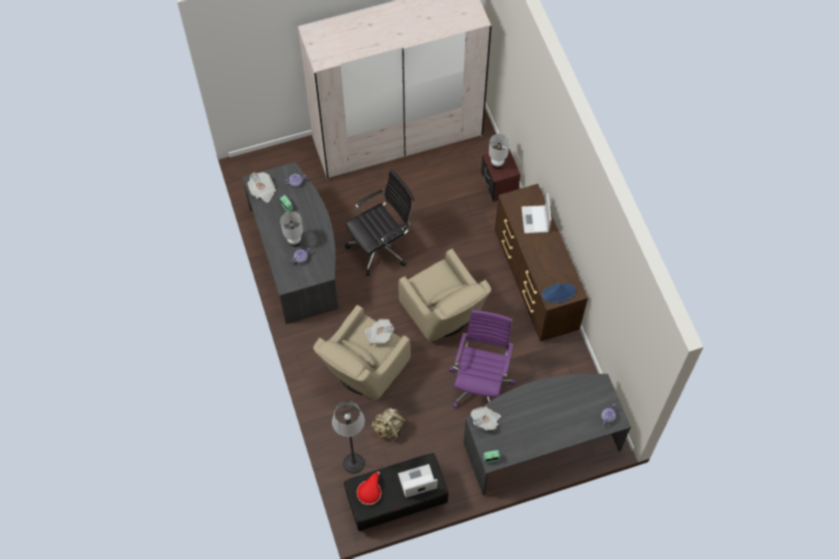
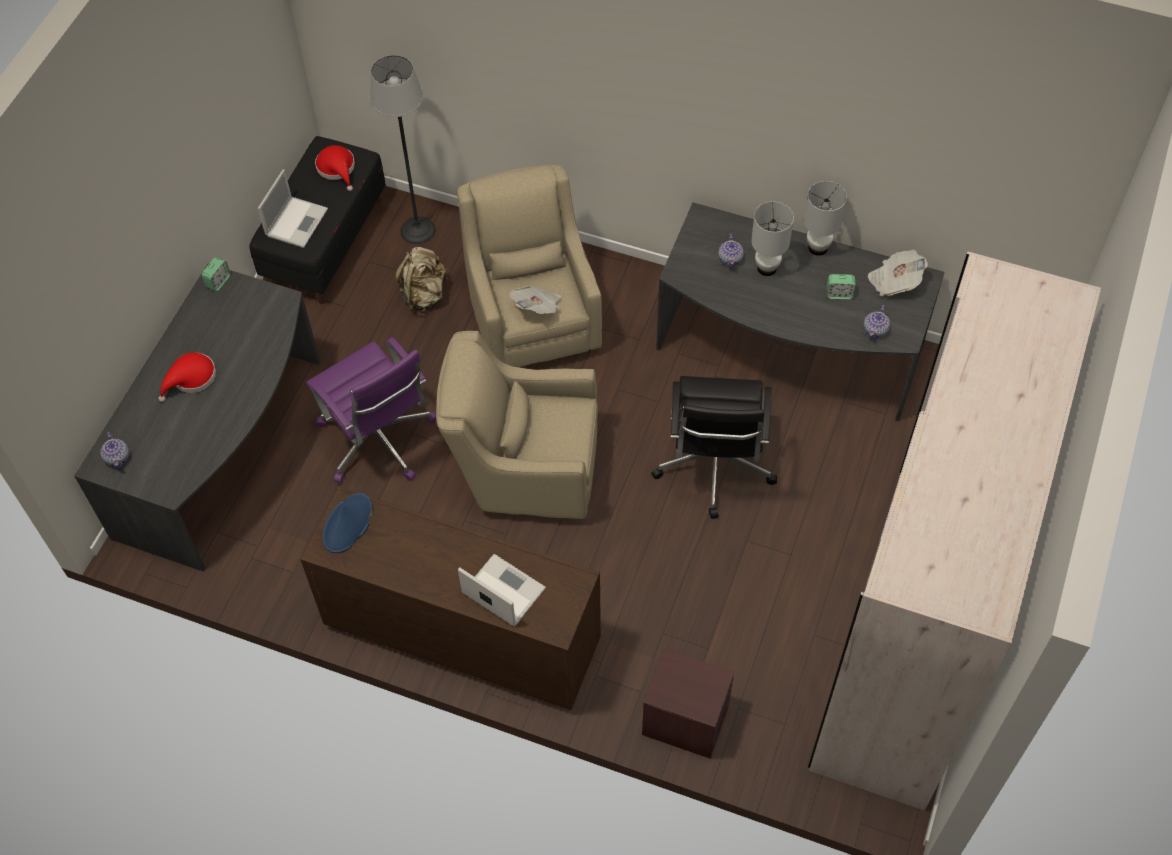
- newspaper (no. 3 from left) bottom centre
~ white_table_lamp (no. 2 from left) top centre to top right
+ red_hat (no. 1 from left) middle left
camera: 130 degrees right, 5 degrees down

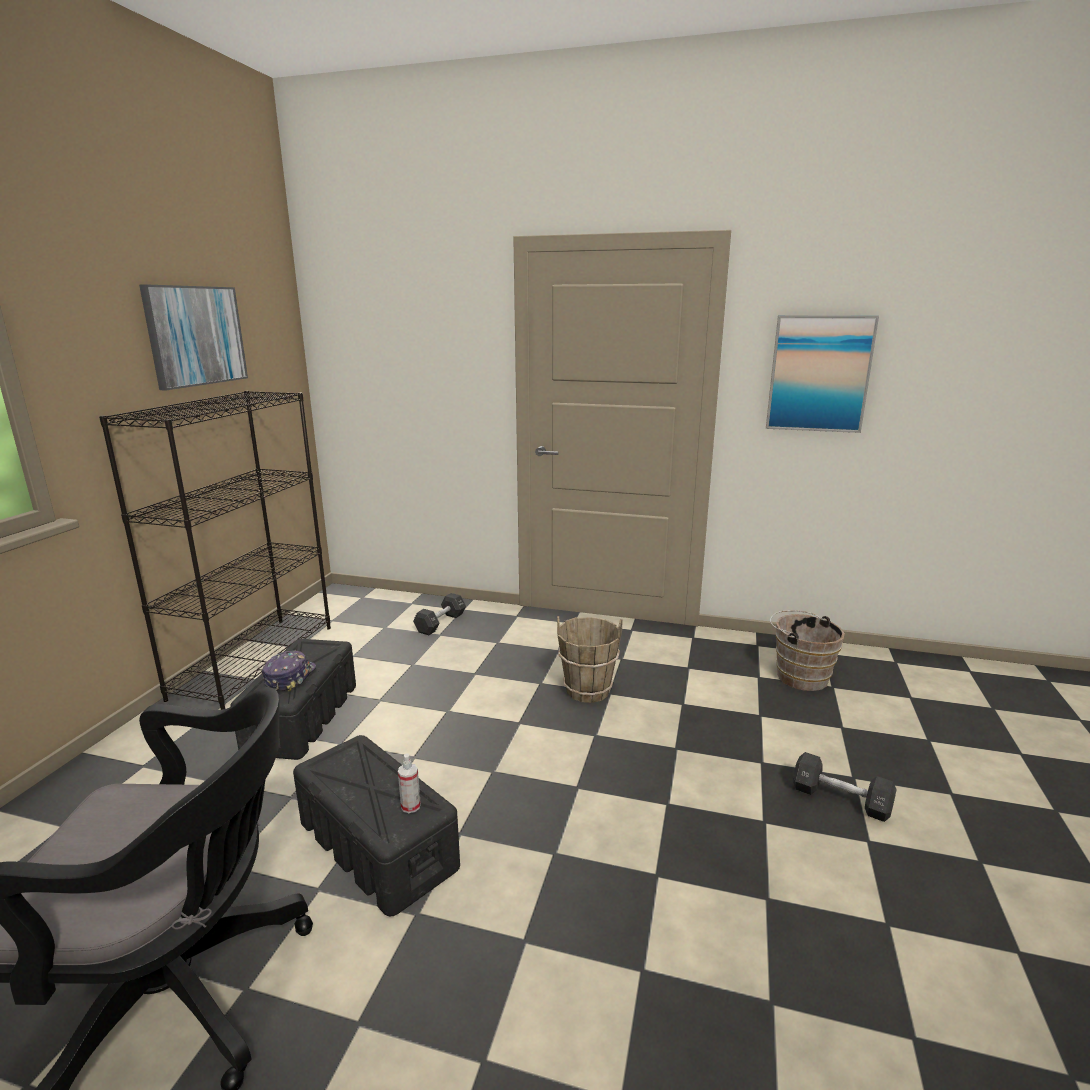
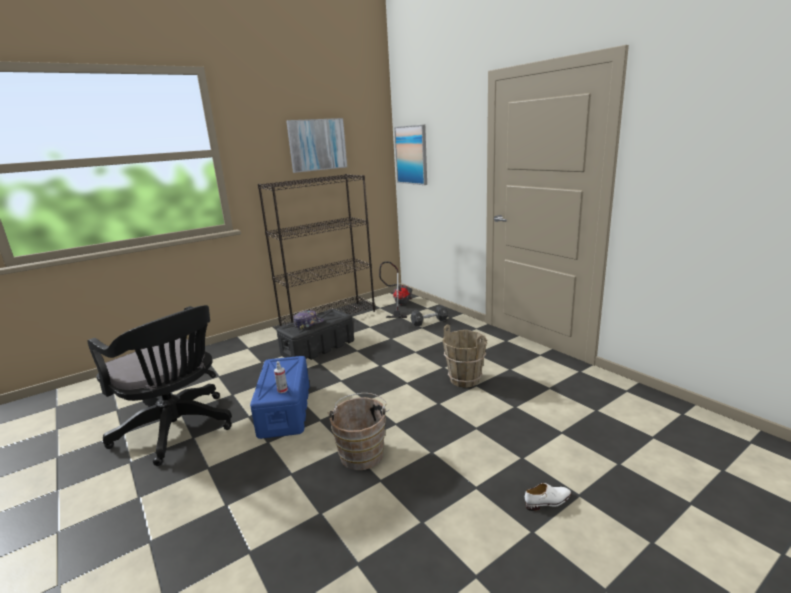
~ black_storage_box (no. 2 from left) bottom centre to blue_storage_box bottom centre
~ picture (no. 2 from left) middle right to top centre
~ brown_bucket (no. 2 from left in the first image) middle right to brown_bucket (no. 1 from left) bottom centre
~ black_dumbbell (no. 2 from left) bottom right to white_shoe bottom right
+ vacuum_cleaner centre
camera: 40 degrees right, 0 degrees up

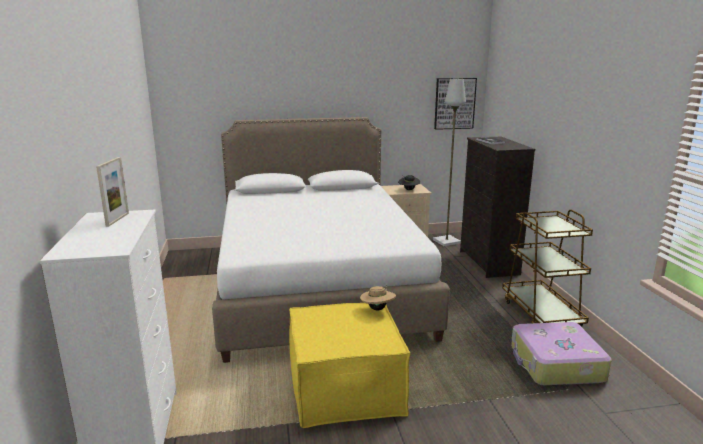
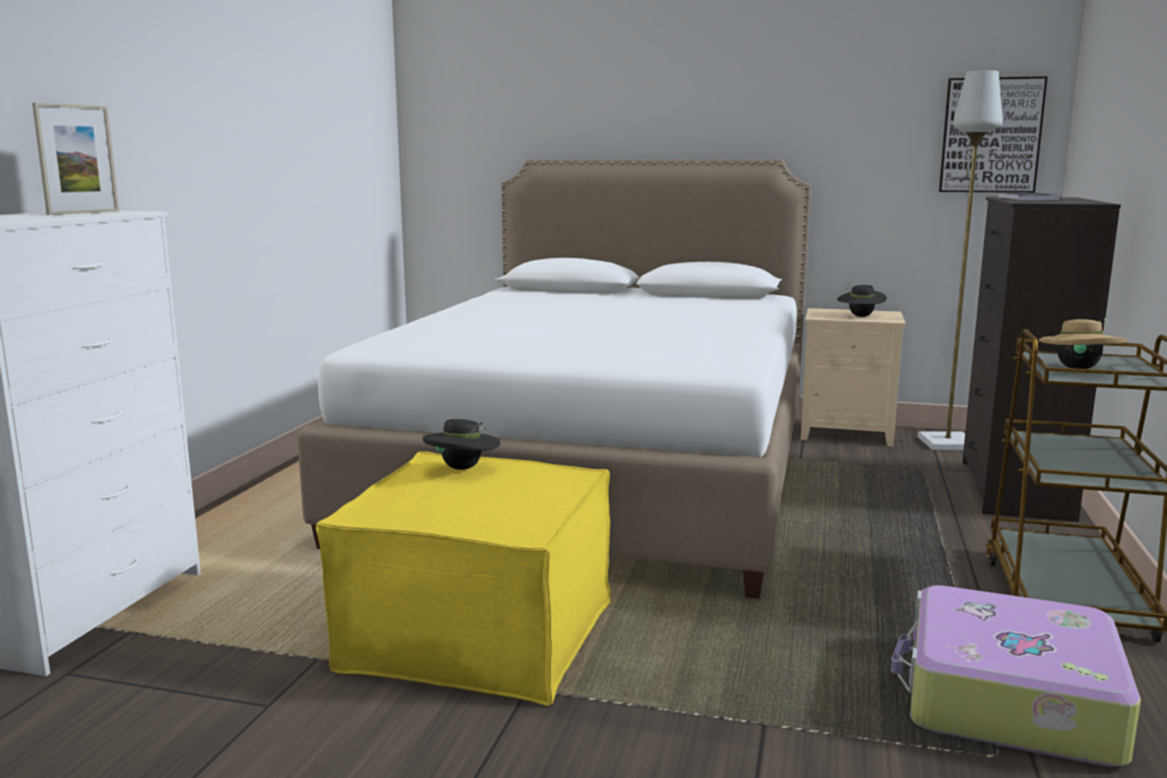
~ beige_hat bottom centre to middle right
+ black_hat (no. 1 from left) centre
camera: 25 degrees right, 5 degrees down

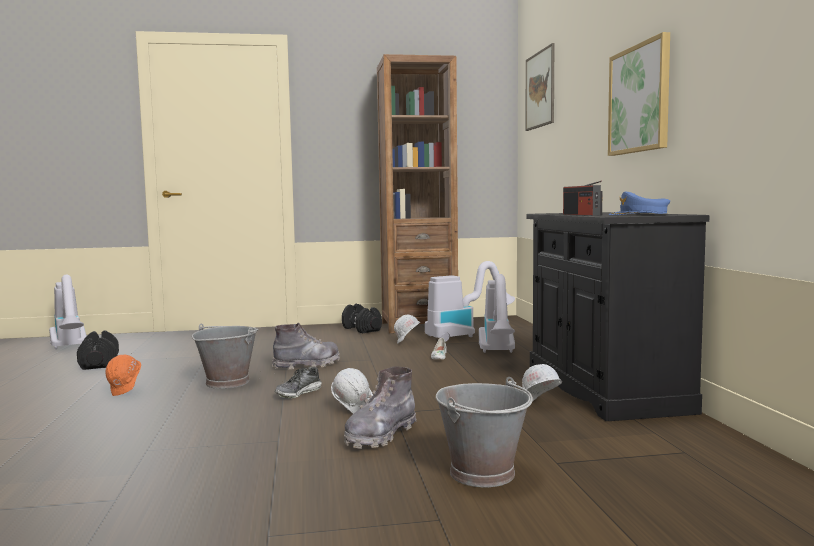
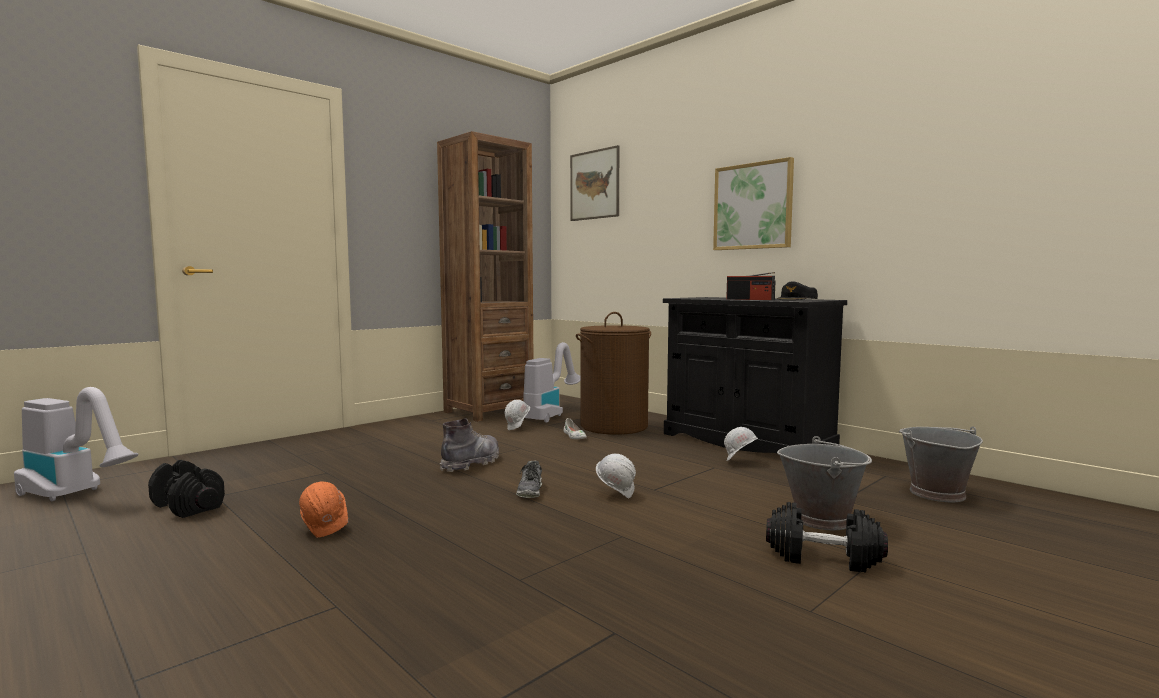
~ grey_bucket (no. 1 from left in the first image) middle left to grey_bucket (no. 2 from left) middle right
~ black_dumbbell (no. 2 from left) centre to bottom right
- grey_boot (no. 2 from left) bottom centre
~ vacuum_cleaner (no. 3 from left) centre to brown_laundry_basket centre
~ blue_cap middle right to black_cap middle right
camera: 35 degrees left, 0 degrees up

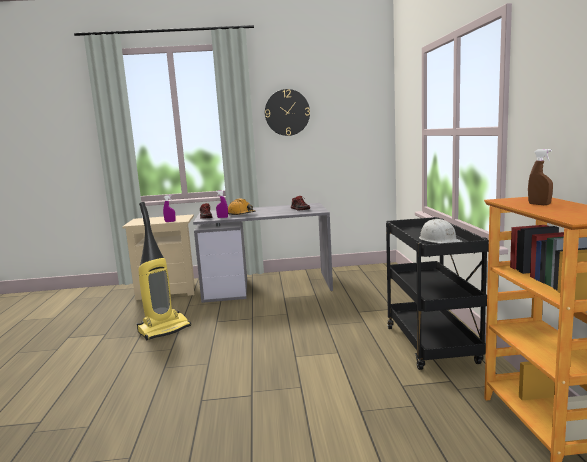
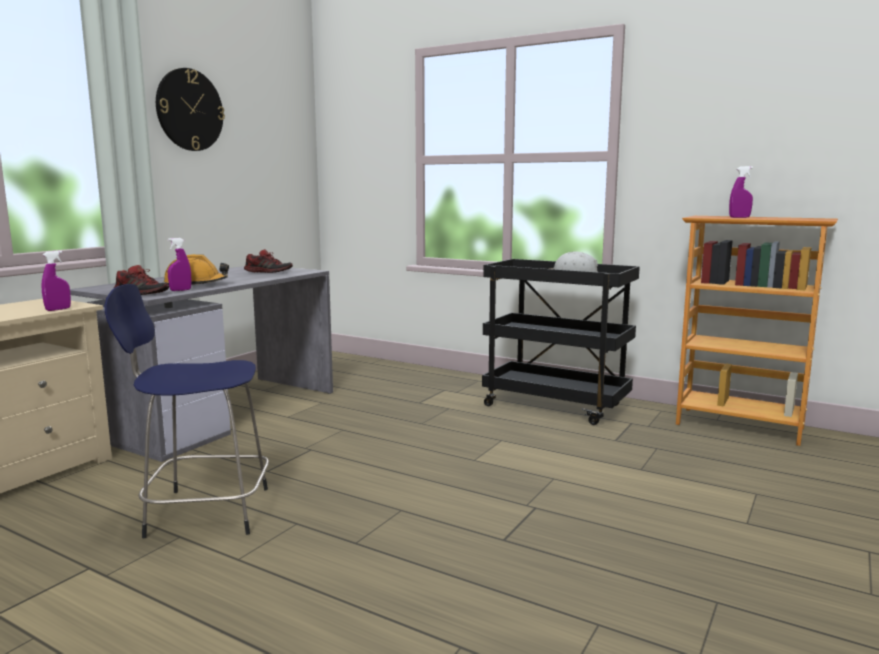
~ vacuum_cleaner middle left to blue_stool middle left
~ brown_spray_bottle middle right to purple_spray_bottle (no. 3 from left) top right
camera: 55 degrees left, 0 degrees up

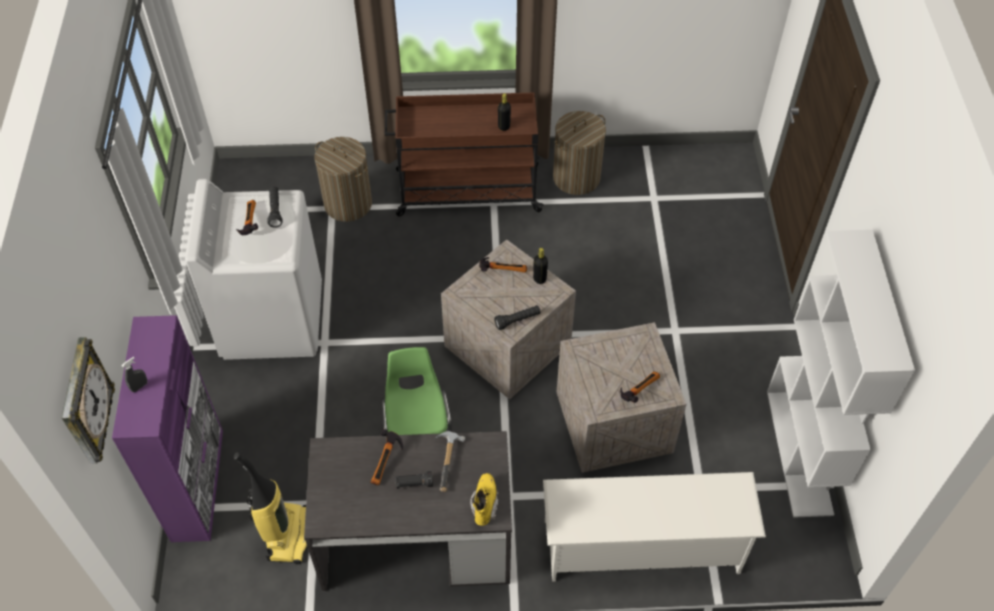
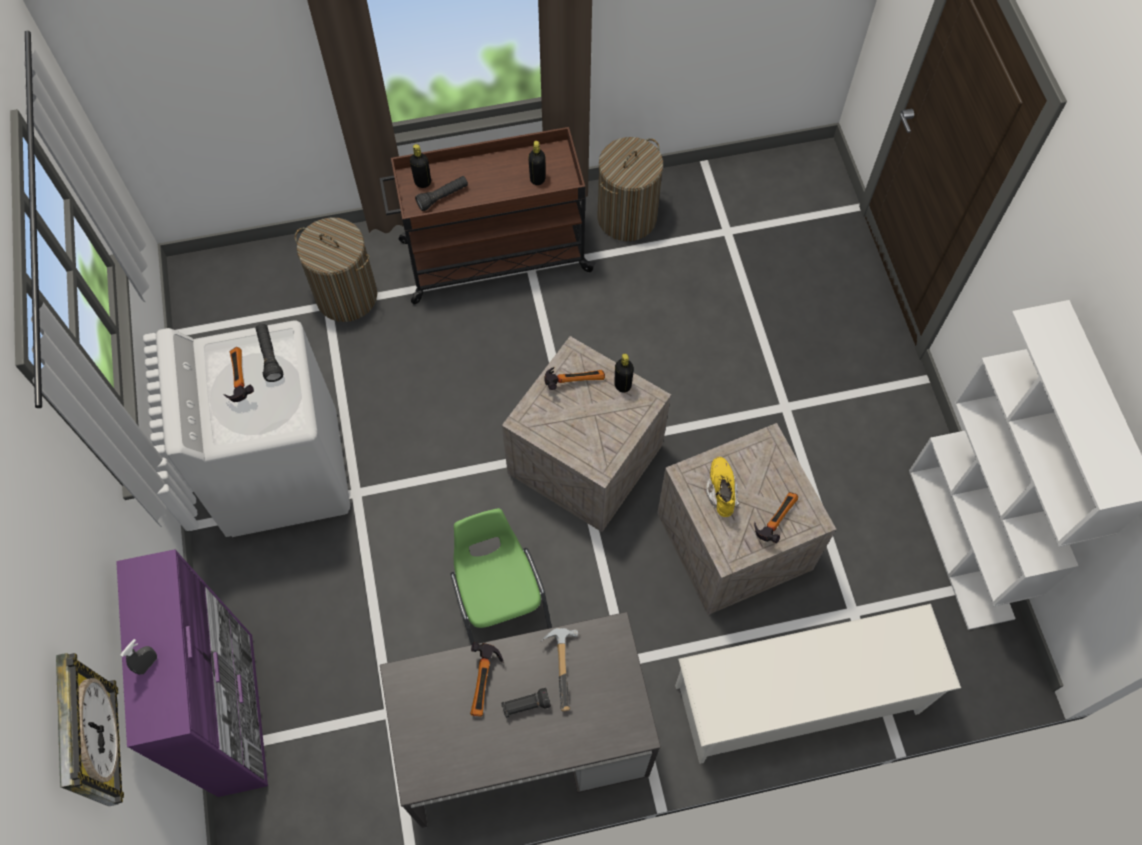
- vacuum_cleaner bottom left
~ yellow_boot bottom centre to centre
~ black_flashlight (no. 3 from left in the first image) centre to black_flashlight (no. 2 from left) top centre
+ black_bottle (no. 1 from left) top centre
camera: 10 degrees left, 10 degrees up

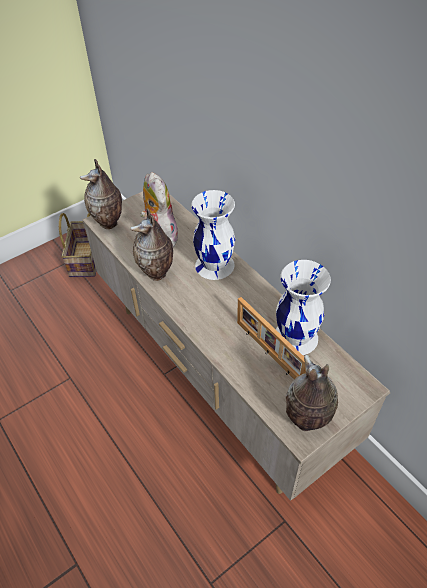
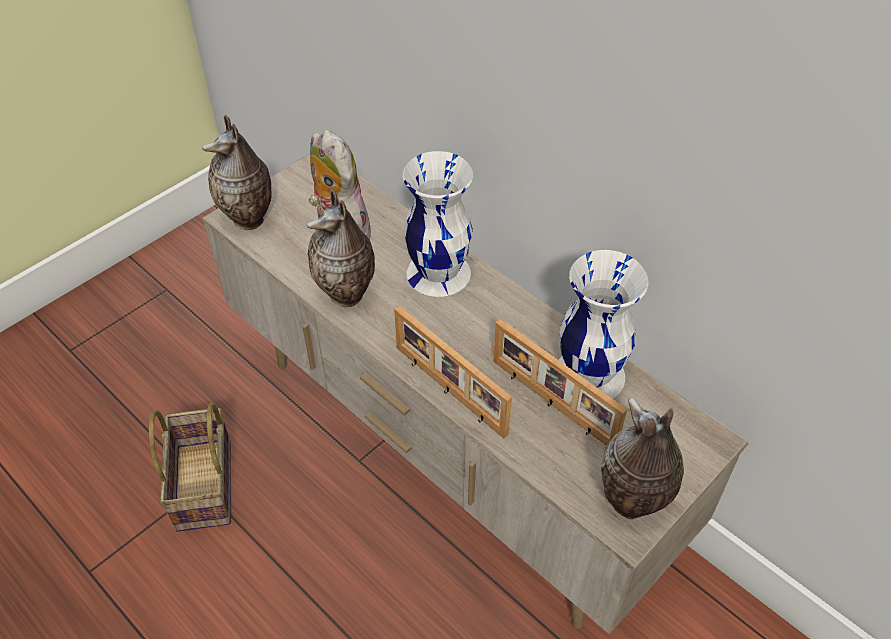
~ basket middle left to bottom left
+ picture_frame (no. 1 from left) centre
camera: 10 degrees left, 0 degrees up

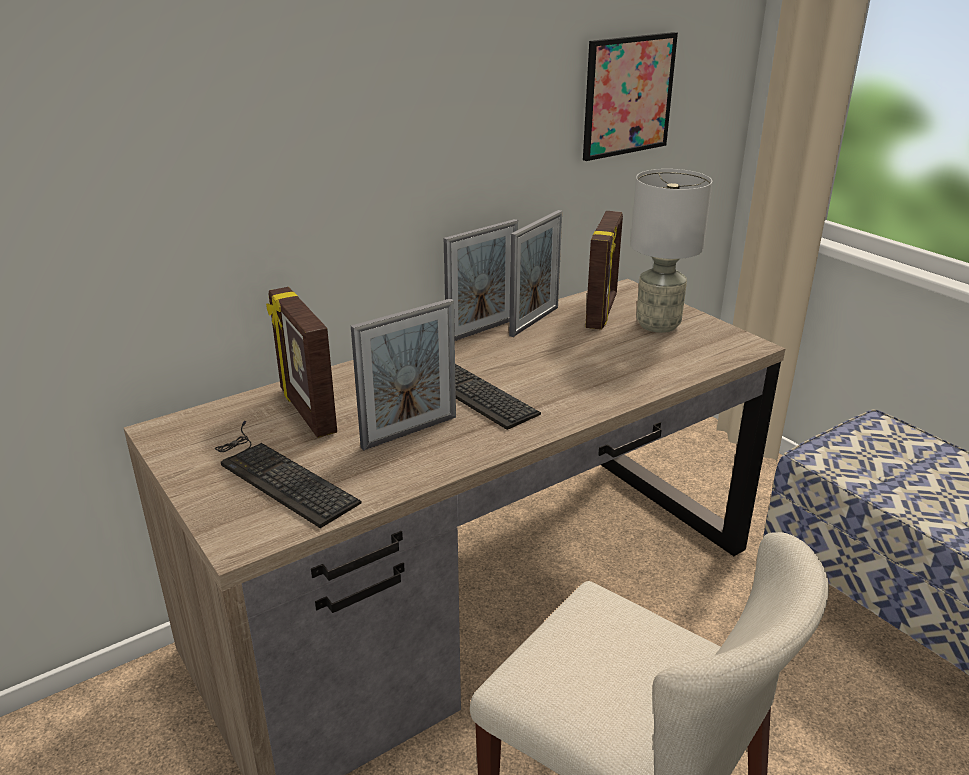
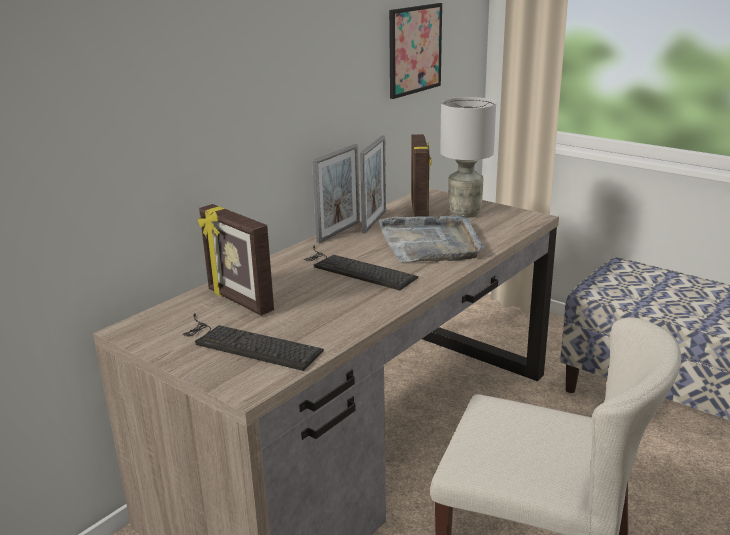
- picture_frame (no. 2 from left) centre
+ grey_tray centre
camera: 15 degrees left, 5 degrees down

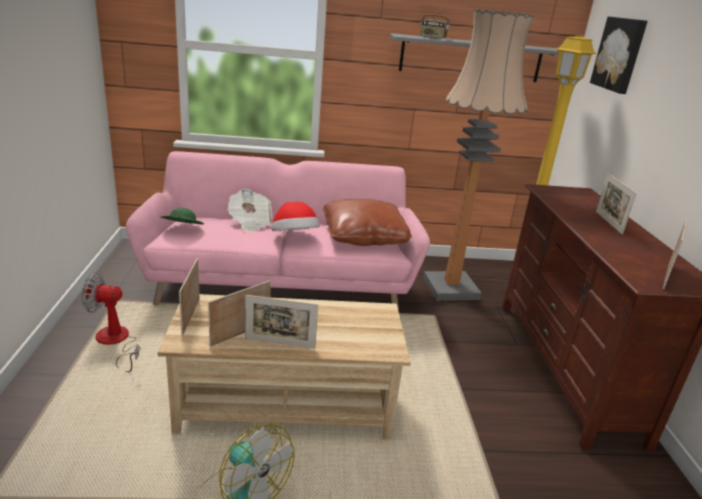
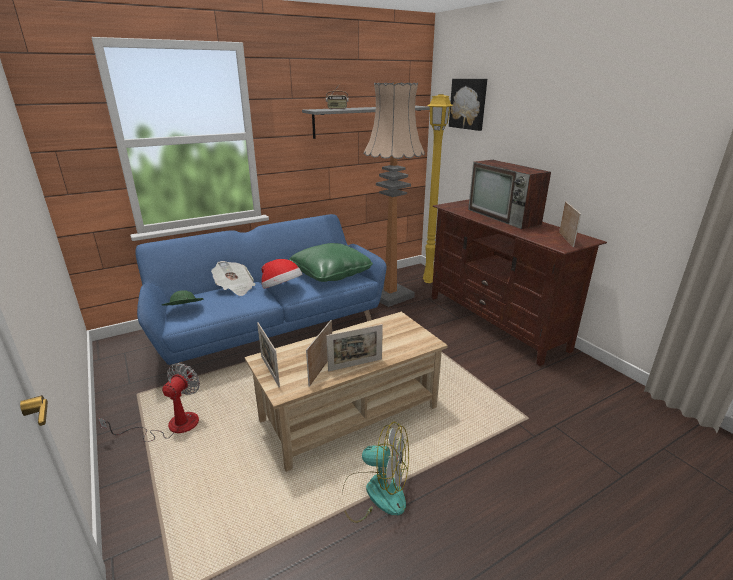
~ fan (no. 1 from left) middle left = bottom left 135 degrees clockwise
~ pink_sofa centre to blue_sofa centre
~ brown_pillow centre to green_pillow centre
~ picture_frame (no. 4 from left) middle right to television middle right
camera: 25 degrees left, 0 degrees up

